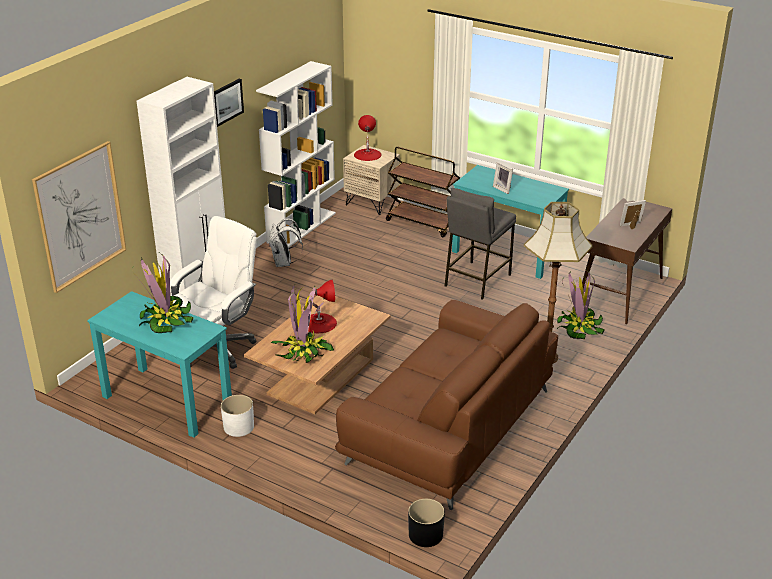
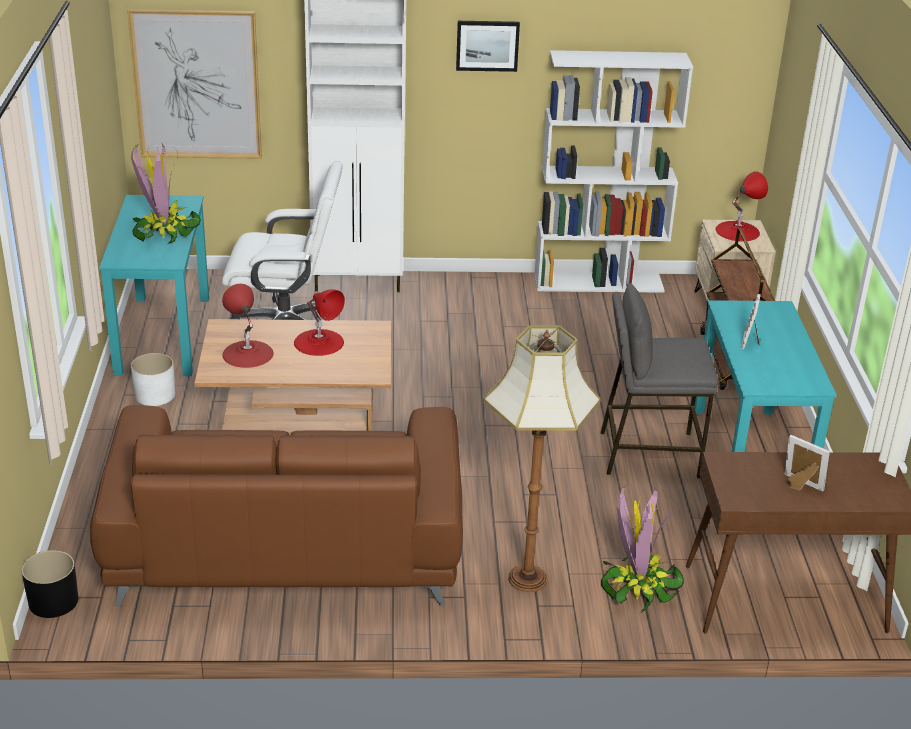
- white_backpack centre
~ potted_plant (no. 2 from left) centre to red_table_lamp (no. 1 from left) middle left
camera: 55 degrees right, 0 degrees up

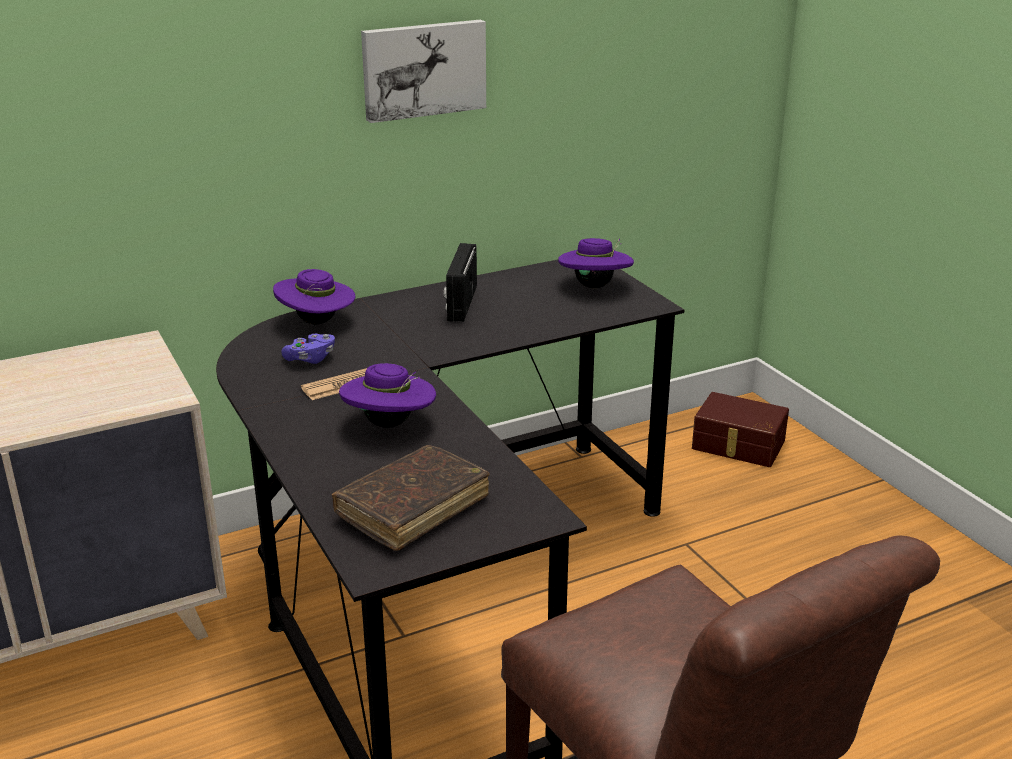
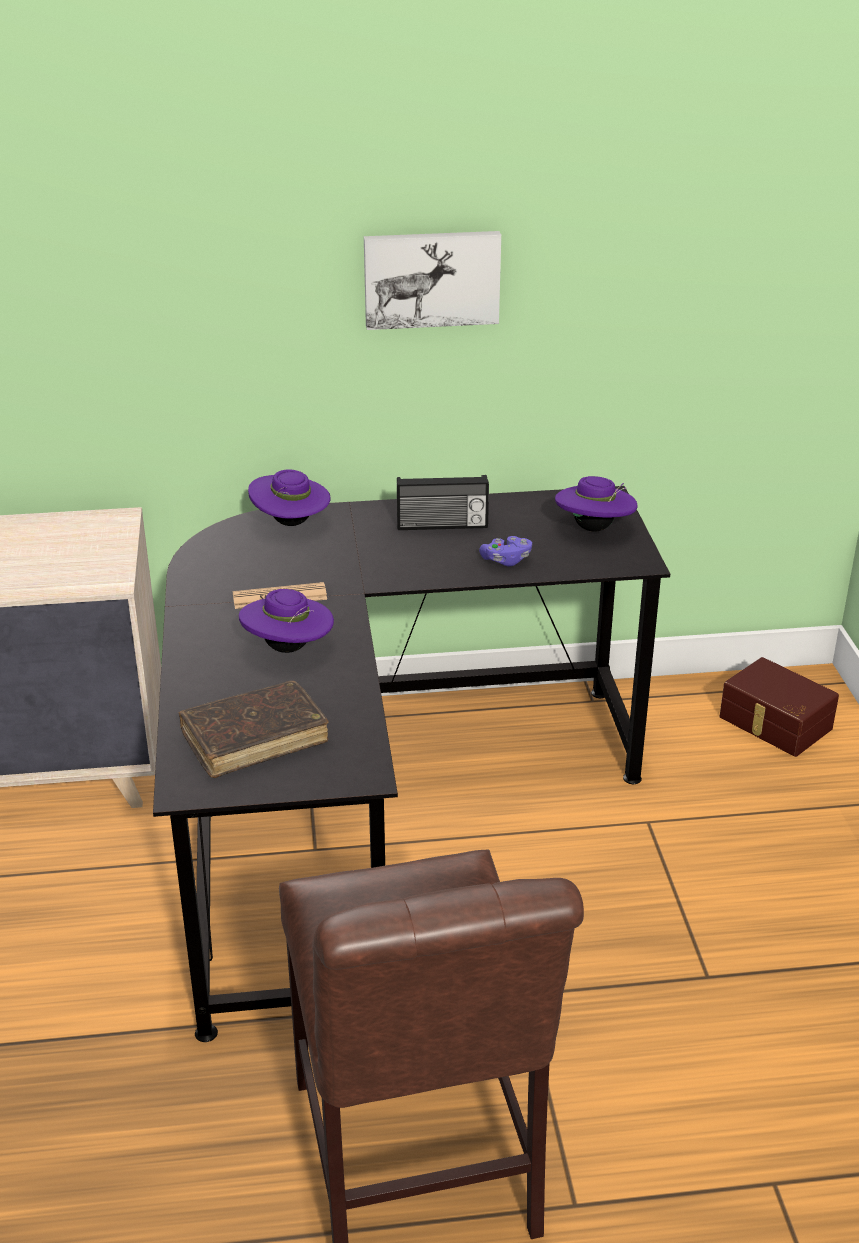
~ purple_game_controller middle left to centre
~ radio centre = centre 120 degrees counterclockwise
camera: 20 degrees right, 5 degrees up

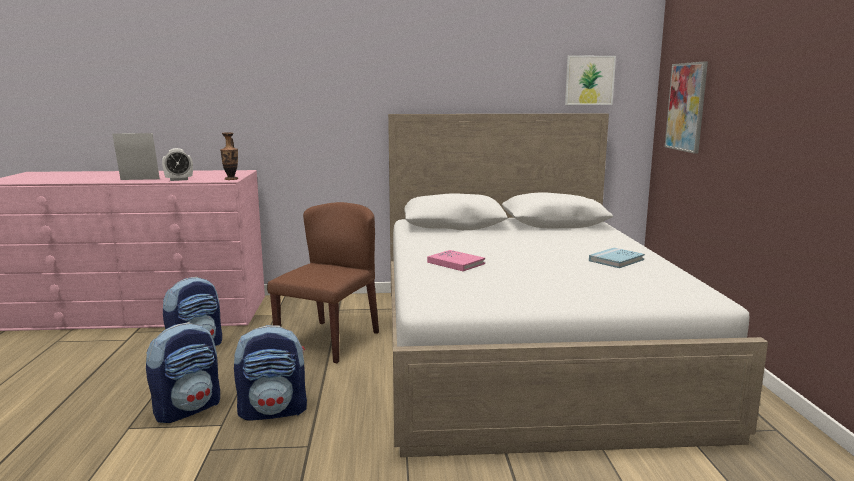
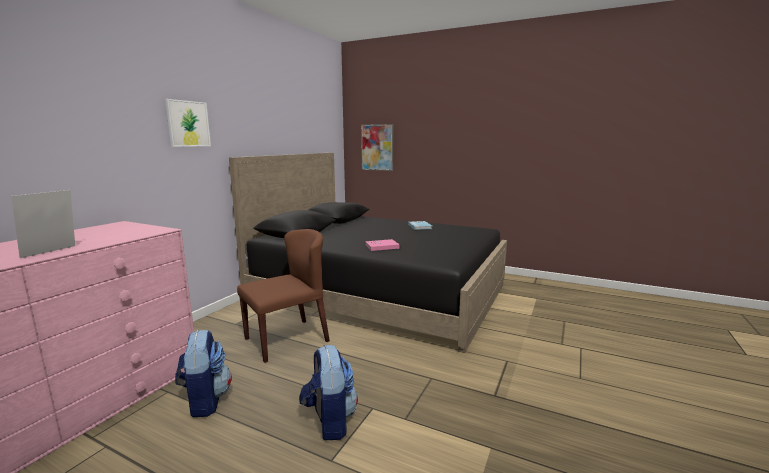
- alarm_clock middle left
- vase top left
- backpack (no. 3 from left) bottom left
~ brown_chair centre = centre 90 degrees clockwise
~ white_bed middle right to black_bed centre
~ picture (no. 1 from left) top right to top left
camera: 60 degrees left, 0 degrees up

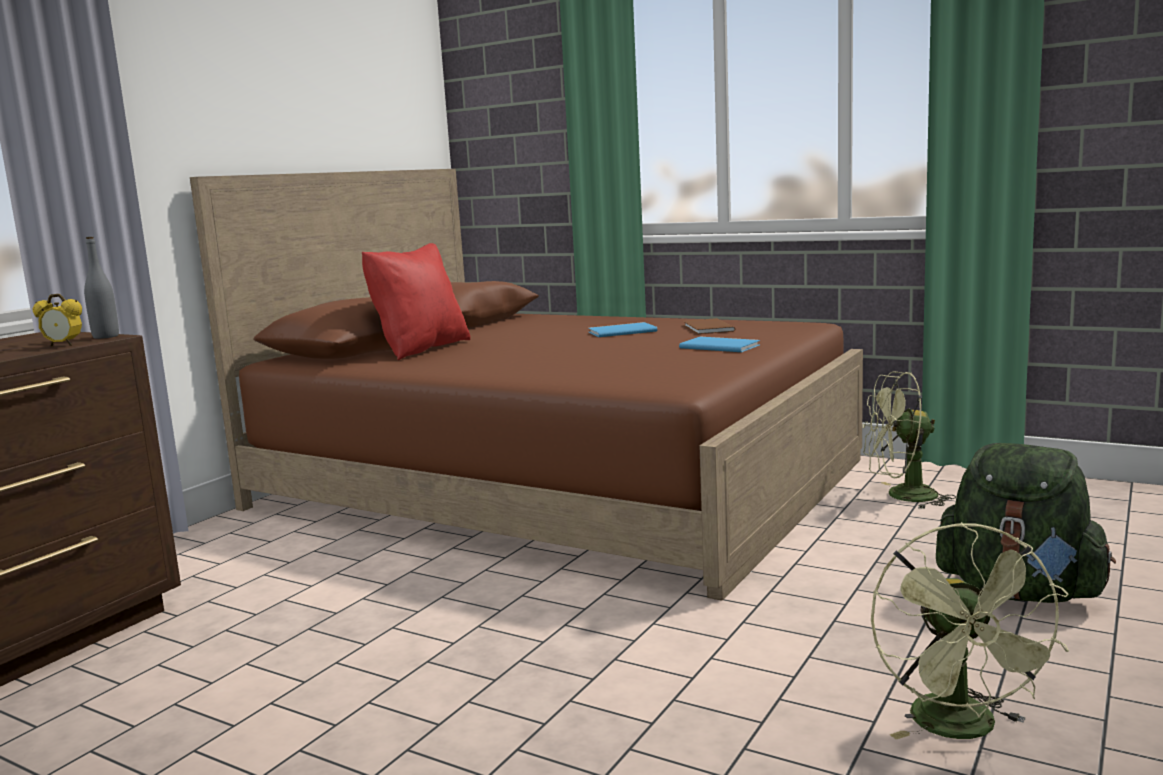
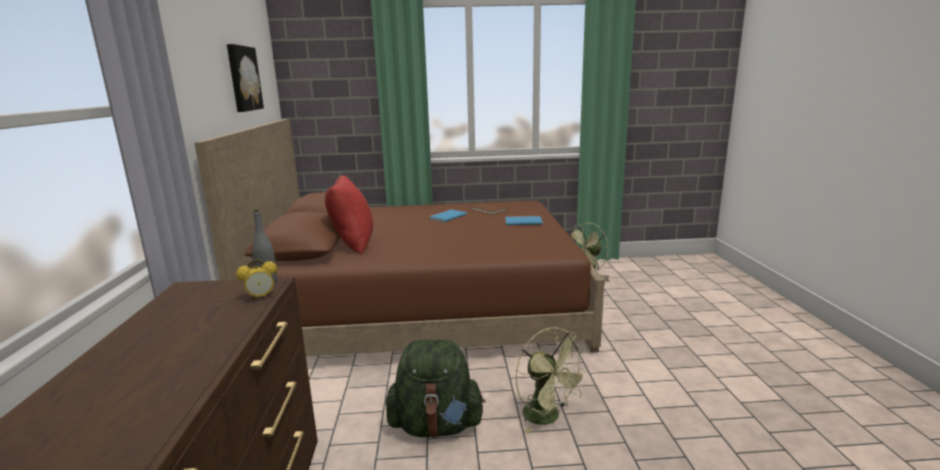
~ green_fan (no. 2 from left in the first image) bottom right to green_fan (no. 1 from left) bottom centre
~ green_backpack bottom right to bottom centre
+ picture top left
camera: 35 degrees left, 5 degrees up

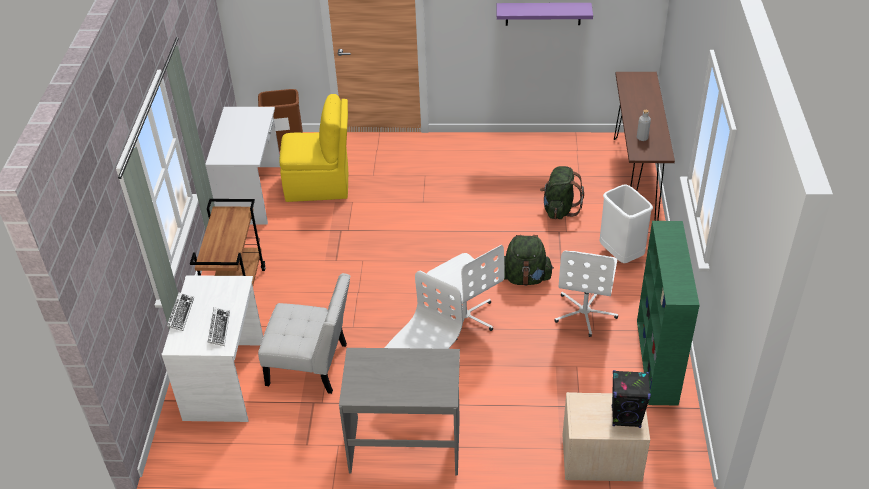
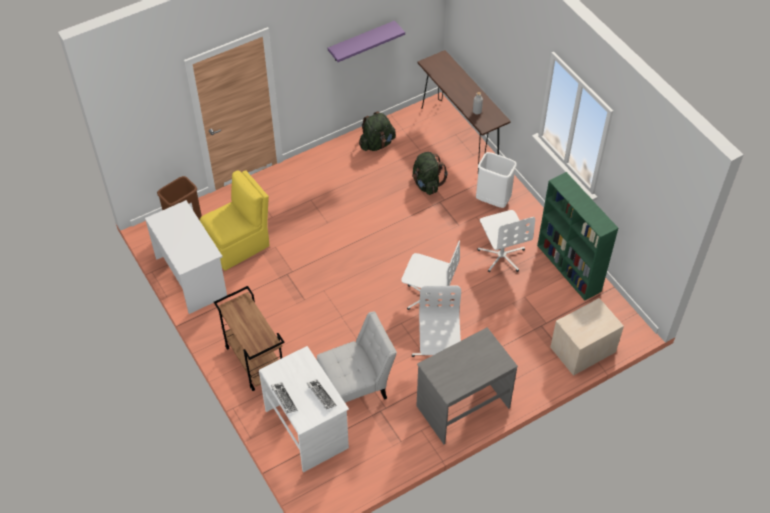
~ green_backpack (no. 1 from left) centre to top centre
- black_speaker bottom right
camera: 35 degrees left, 10 degrees up

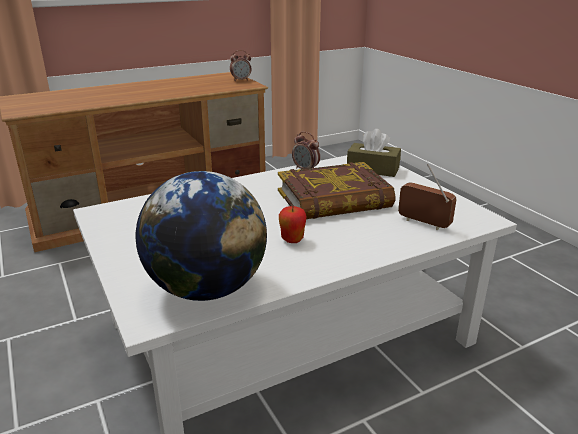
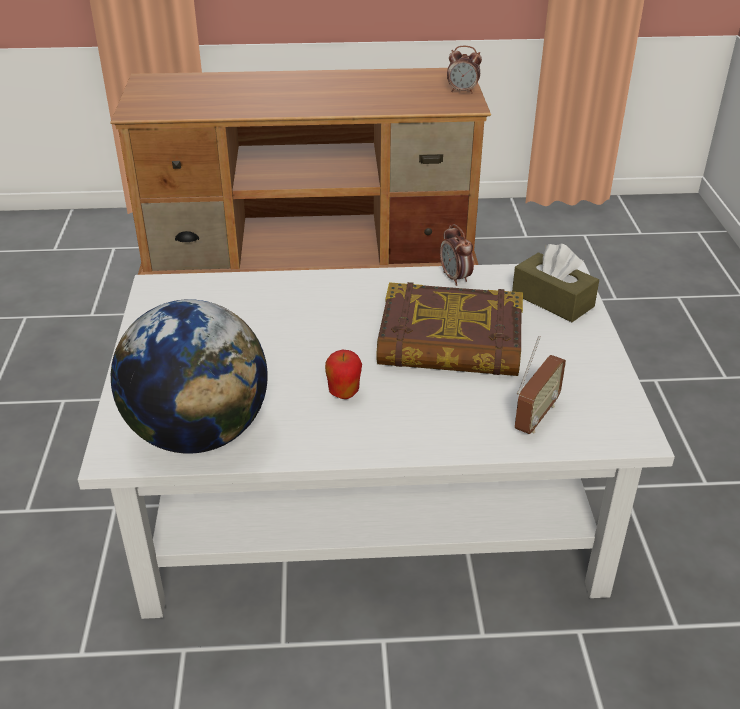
~ radio middle right = middle right 60 degrees clockwise
camera: 25 degrees right, 10 degrees up

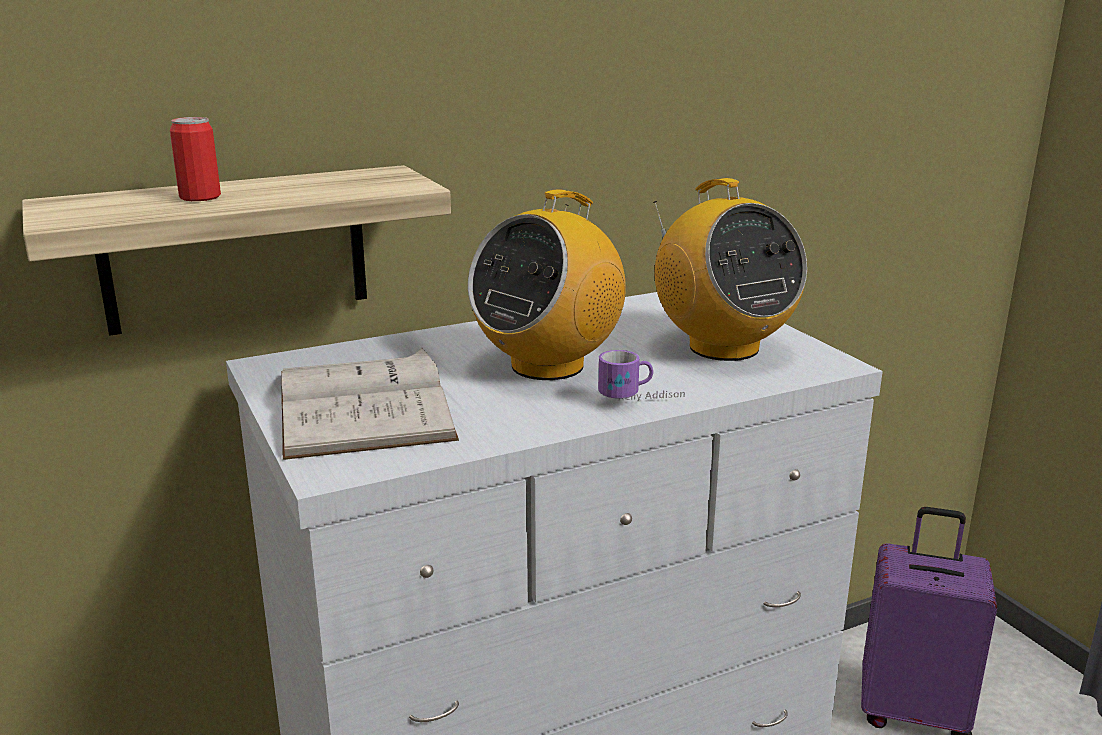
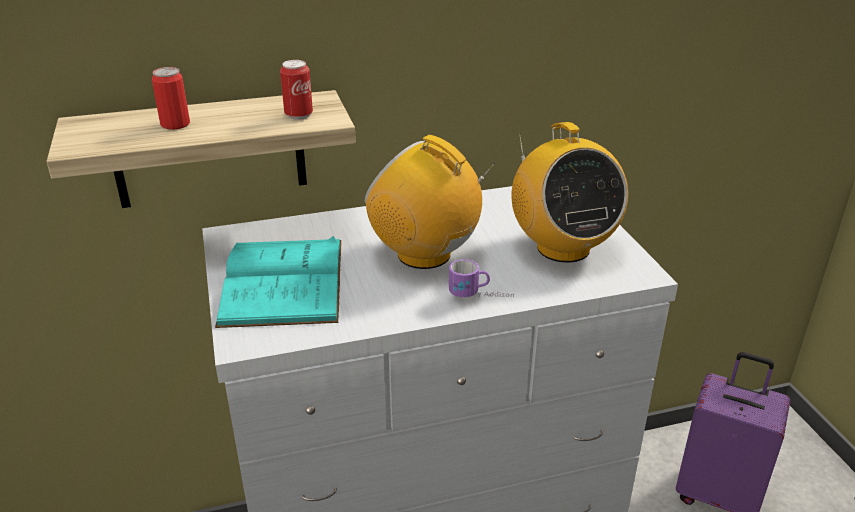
~ white_book centre to turquoise_book middle left
~ radio (no. 1 from left) centre = centre 75 degrees clockwise
+ can (no. 2 from left) top centre
camera: 10 degrees right, 10 degrees up

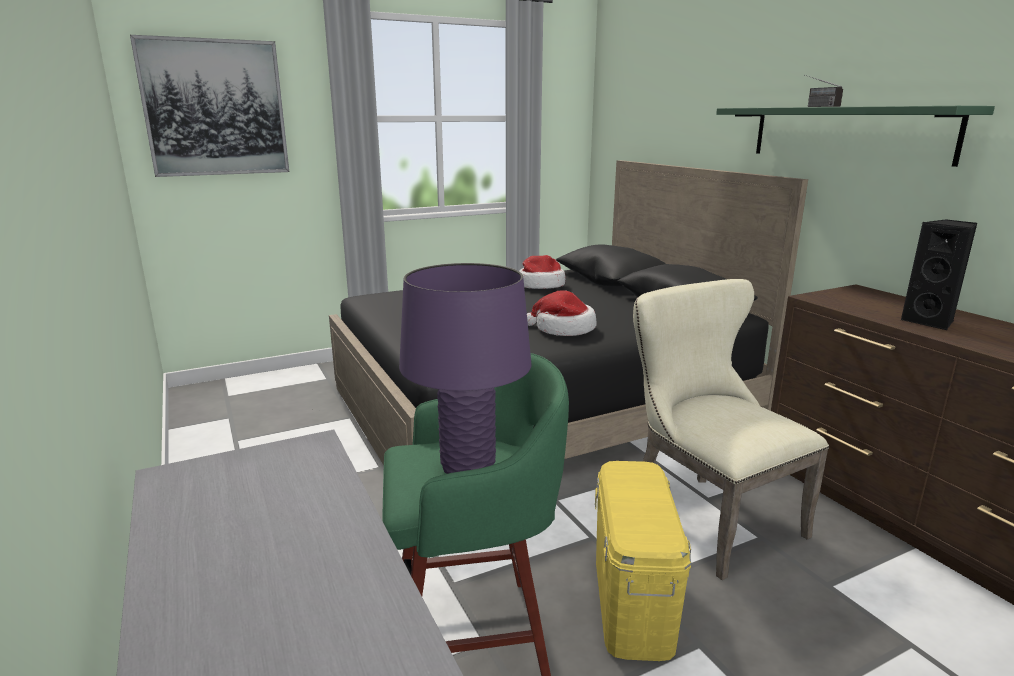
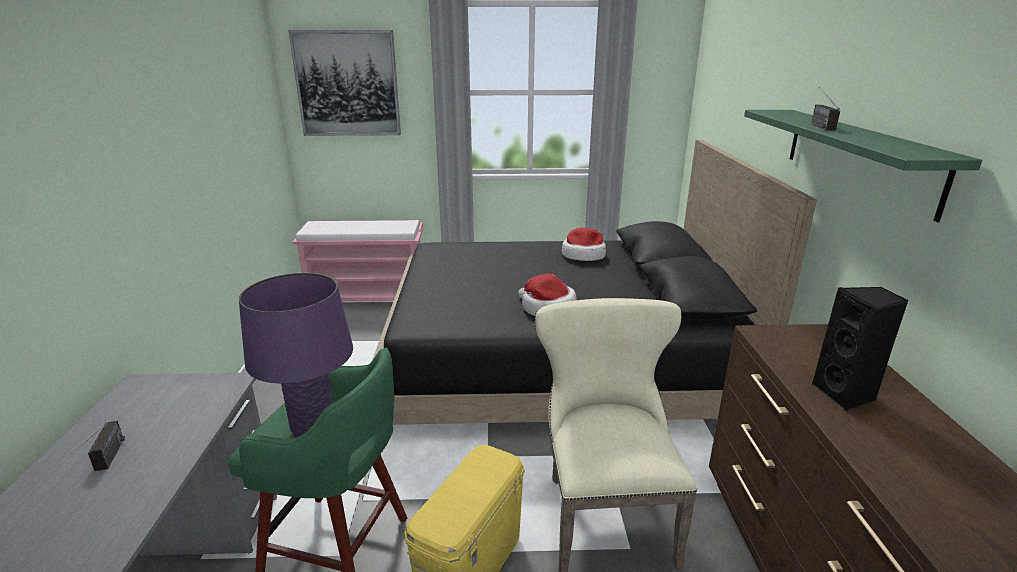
+ radio (no. 1 from left) bottom left
+ pink_bench centre
camera: 25 degrees right, 5 degrees up

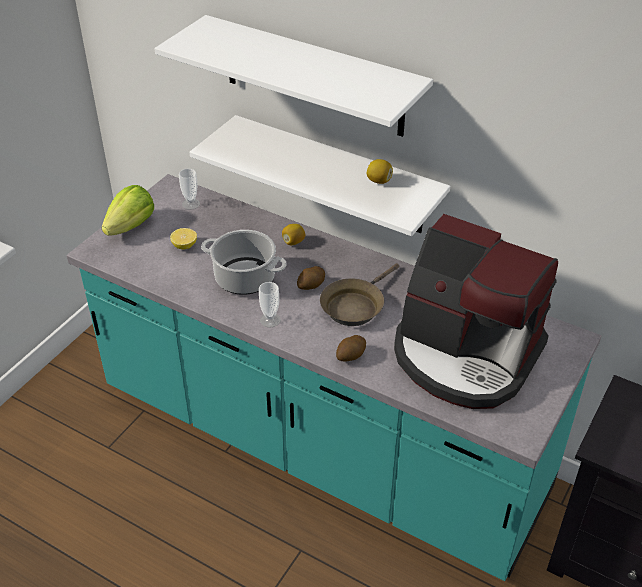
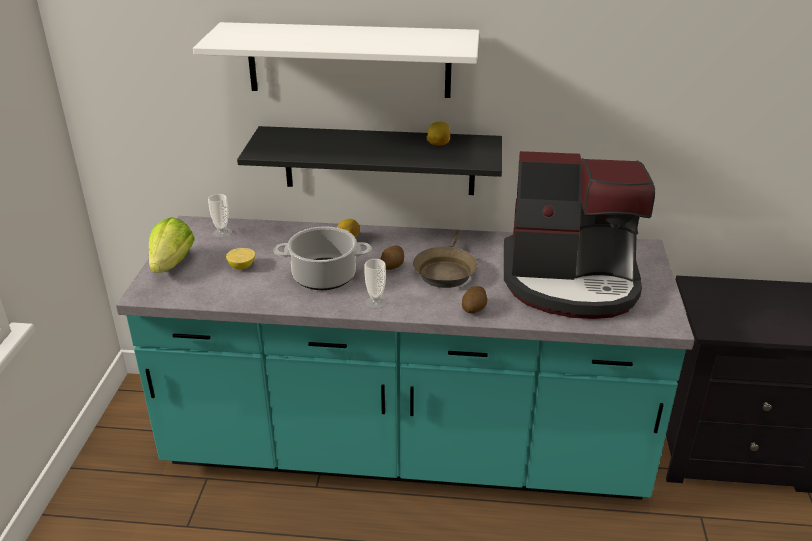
~ white_shelf (no. 2 from left) top centre to black_shelf top centre
camera: 25 degrees left, 10 degrees down

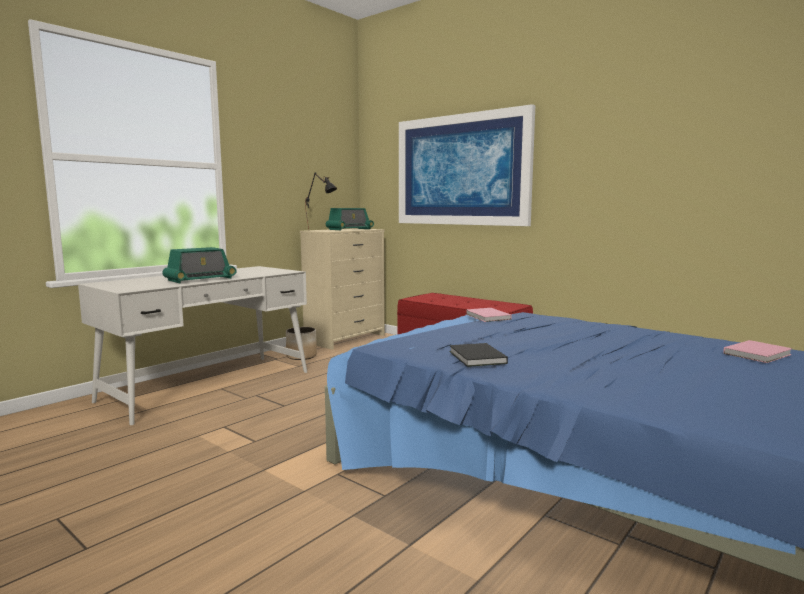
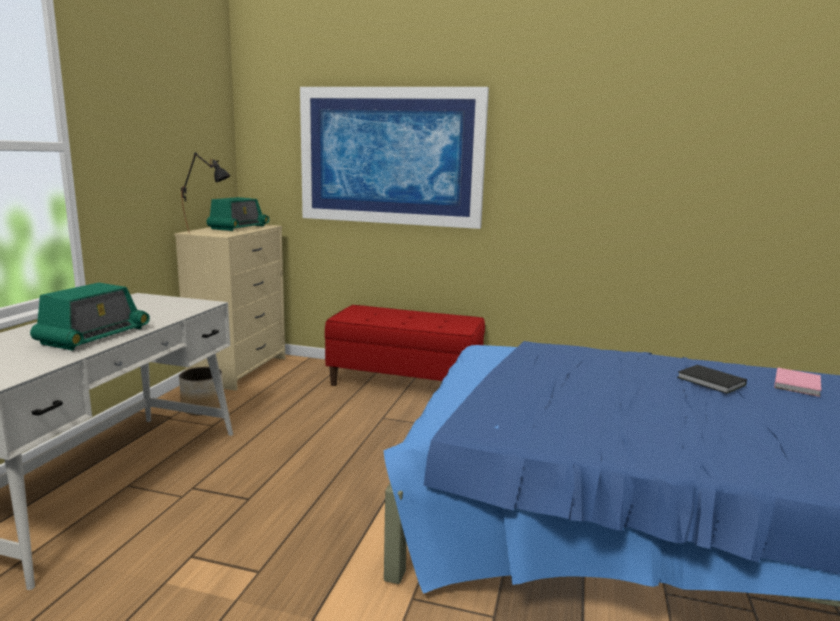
~ black_book centre to middle right
- pink_book (no. 1 from left) centre
camera: 25 degrees left, 5 degrees up

